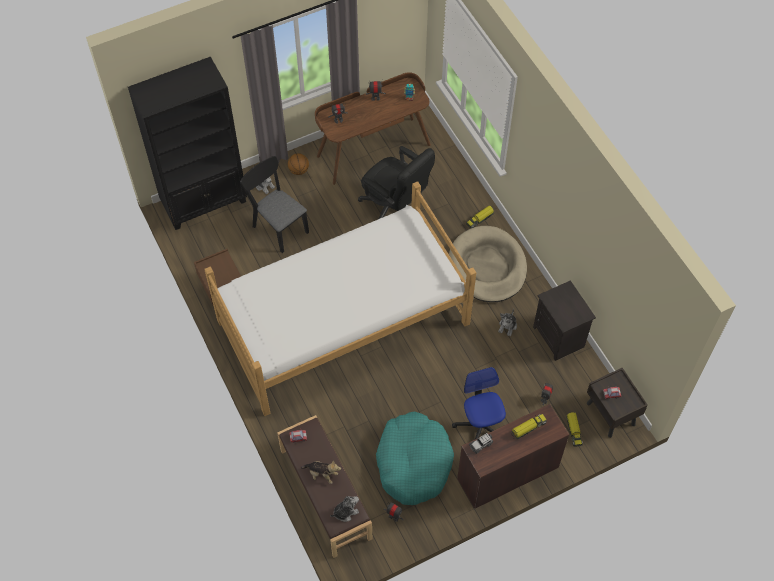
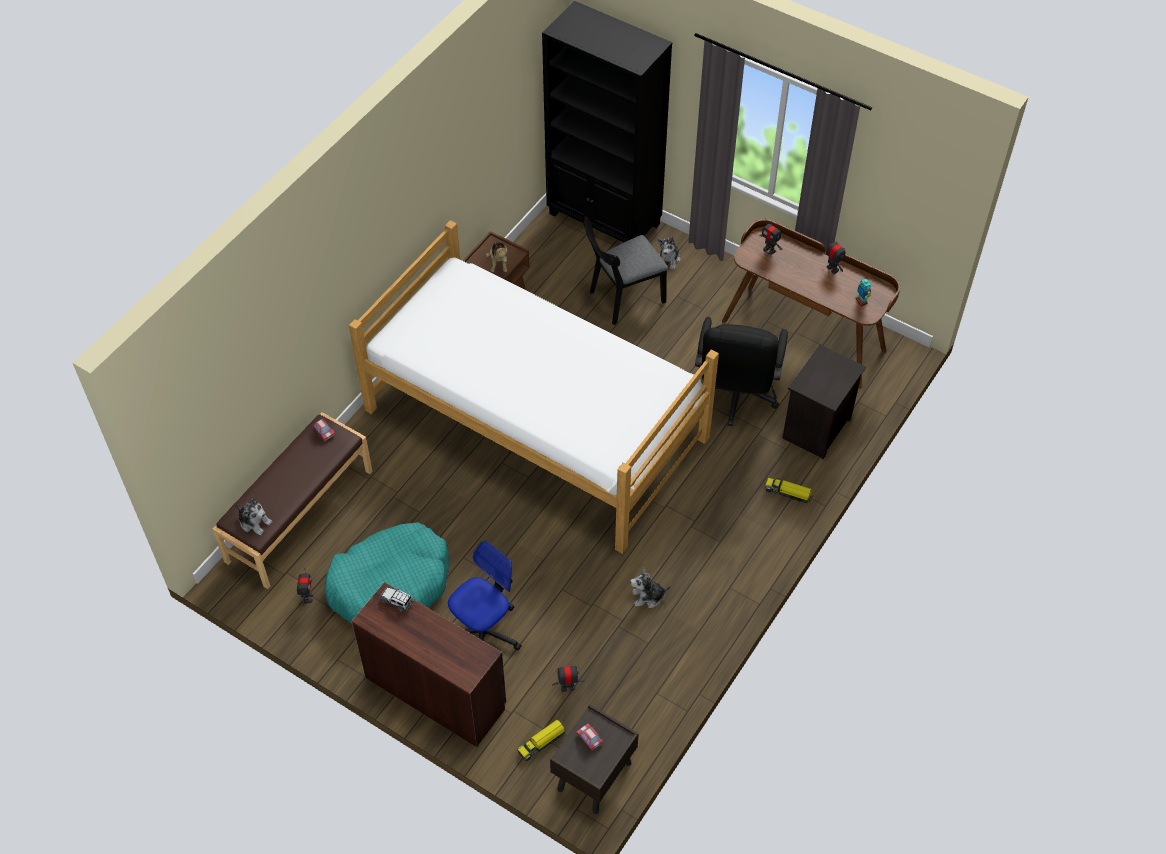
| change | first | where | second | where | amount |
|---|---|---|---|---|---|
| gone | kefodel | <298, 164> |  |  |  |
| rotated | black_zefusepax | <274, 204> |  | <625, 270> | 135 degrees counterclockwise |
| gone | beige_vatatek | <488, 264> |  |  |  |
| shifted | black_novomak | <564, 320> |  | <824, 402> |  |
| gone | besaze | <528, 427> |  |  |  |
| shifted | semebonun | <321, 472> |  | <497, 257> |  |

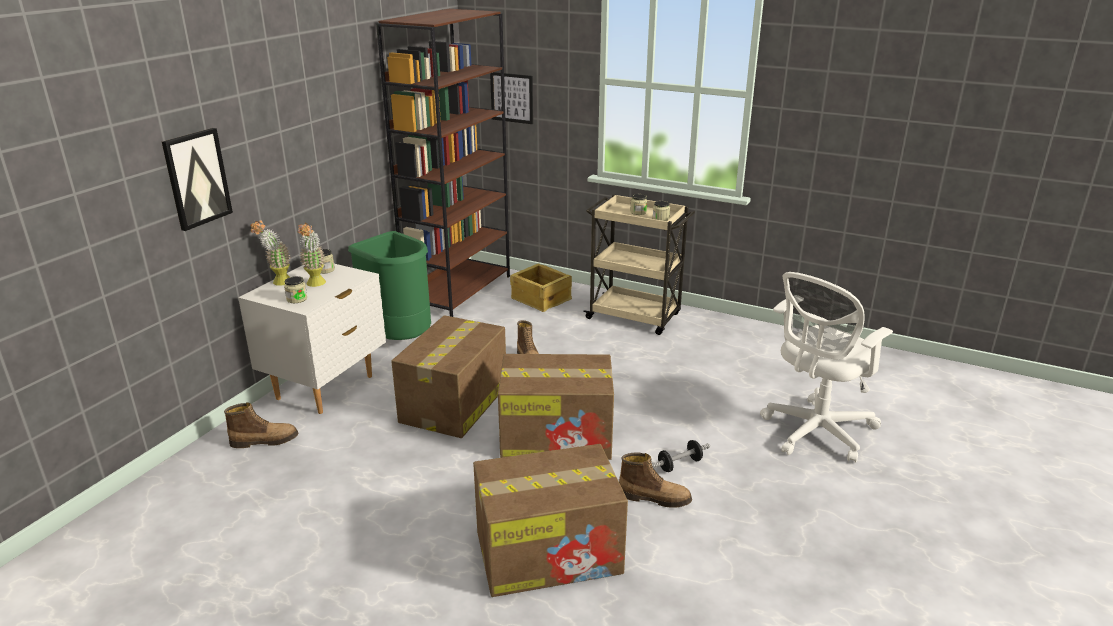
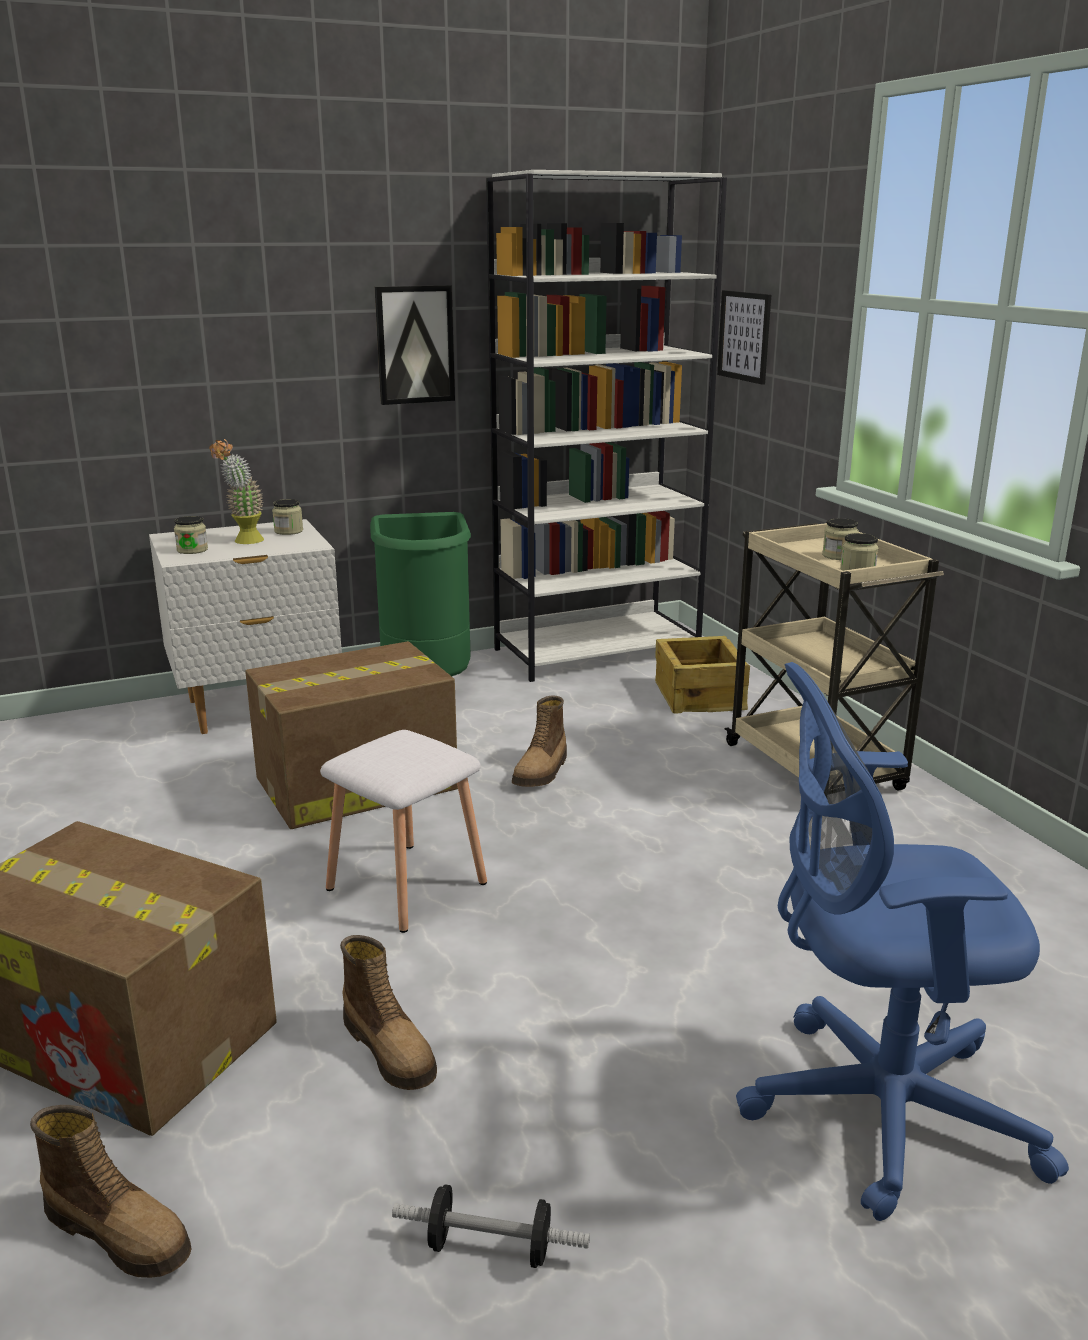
| change | first | where | second | where | amount |
|---|---|---|---|---|---|
| repainted | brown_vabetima | <443, 163> | white_vabetima | <606, 426> |  |
| shifted | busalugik | <197, 179> |  | <415, 345> |  |
| gone | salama | <270, 253> |  |  |  |
| repainted | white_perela | <826, 367> | blue_perela | <902, 941> |  |
| swapped | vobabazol | <556, 407> | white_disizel | <403, 831> |  |
| shifted | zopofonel | <261, 425> |  | <111, 1191> |  |
| shifted | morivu | <681, 456> |  | <491, 1226> |  |

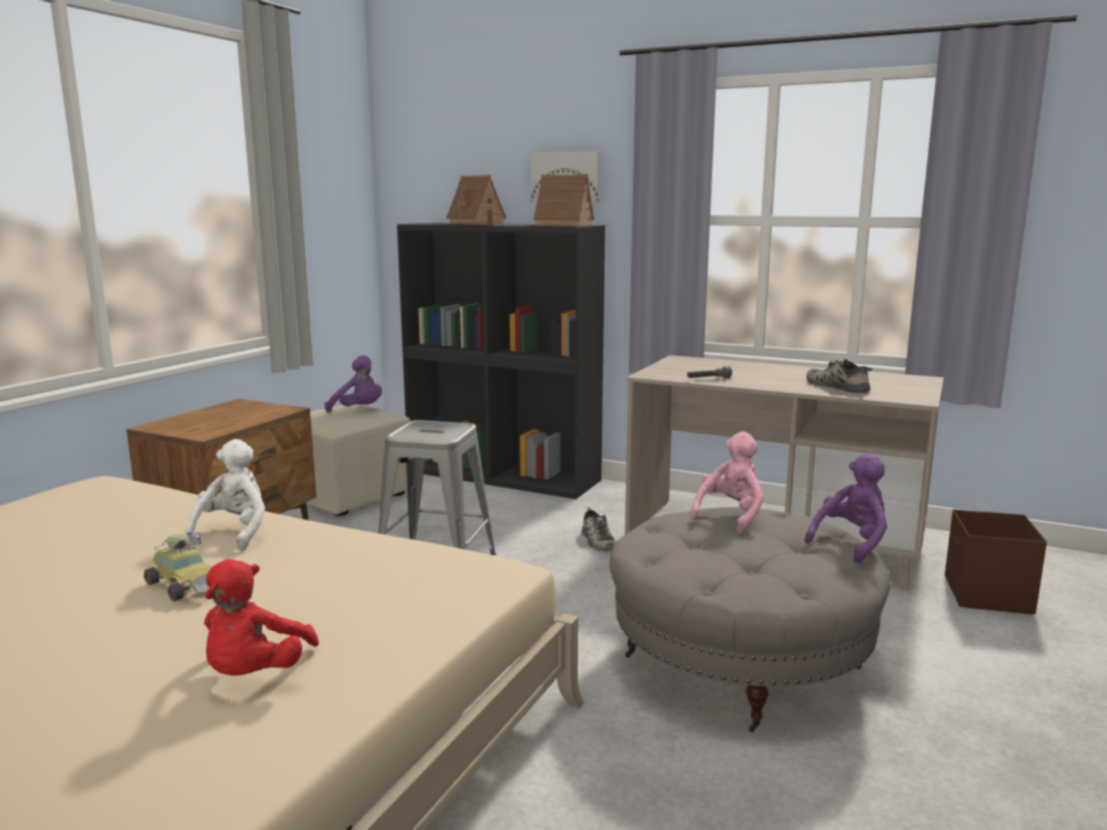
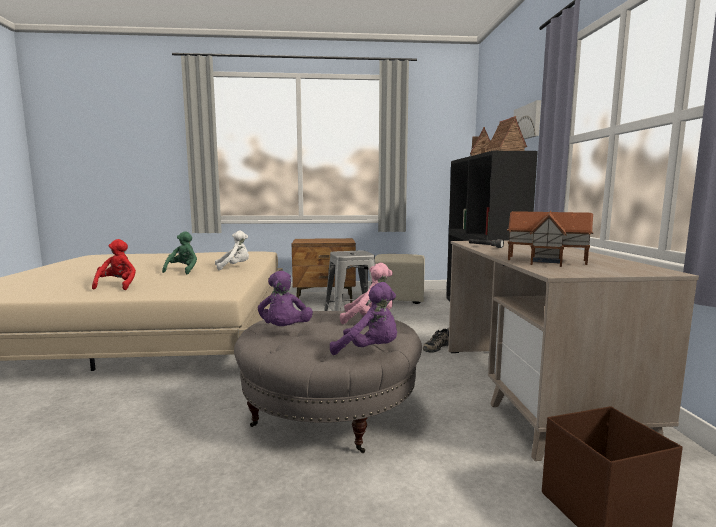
| change | first | where | second | where | amount |
|---|---|---|---|---|---|
| shifted | purple_semebonun | <353, 383> |  | <285, 298> |  |
| swapped | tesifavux | <839, 376> | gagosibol | <550, 239> |  |
| swapped | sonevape | <178, 566> | green_semebonun | <179, 252> |  |
| rotated | red_semebonun | <261, 617> |  | <114, 264> | 105 degrees clockwise |

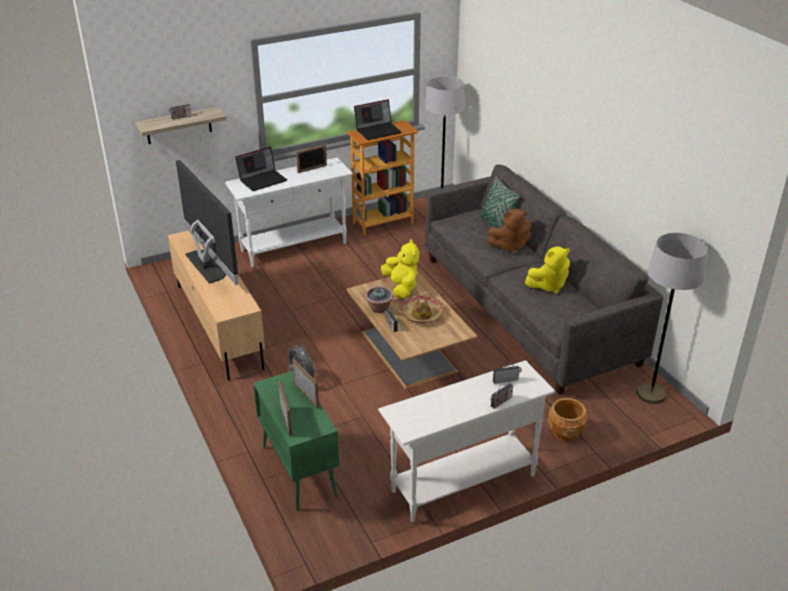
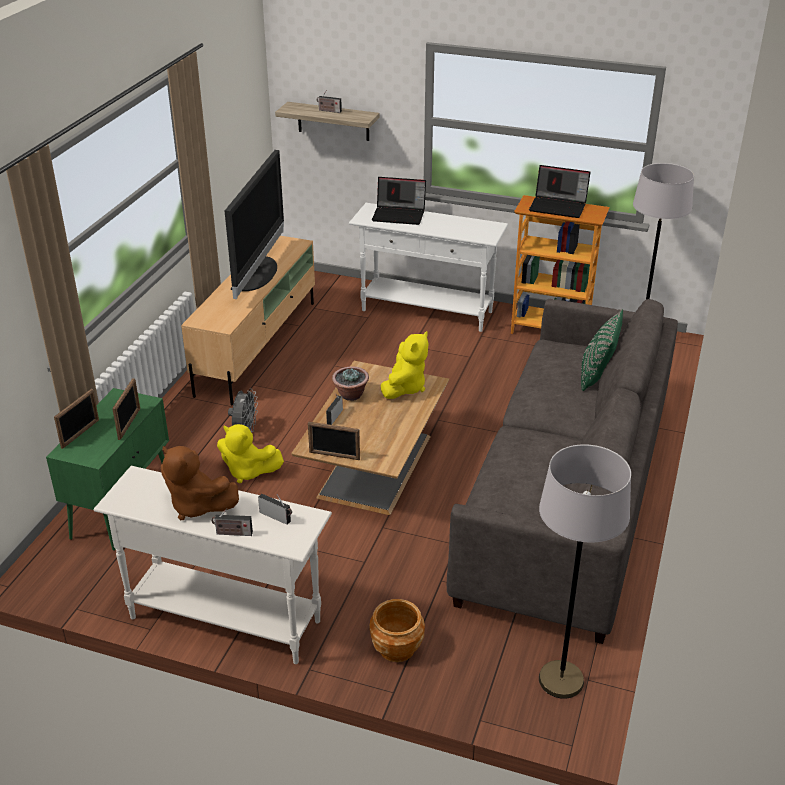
| change | first | where | second | where | amount |
|---|---|---|---|---|---|
| shifted | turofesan | <311, 158> |  | <334, 440> |  |
| shifted | brown_semebonun | <509, 231> |  | <200, 483> |  |
| shifted | yellow_semebonun | <547, 270> |  | <250, 453> |  |
| gone | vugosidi | <421, 309> |  |  |  |

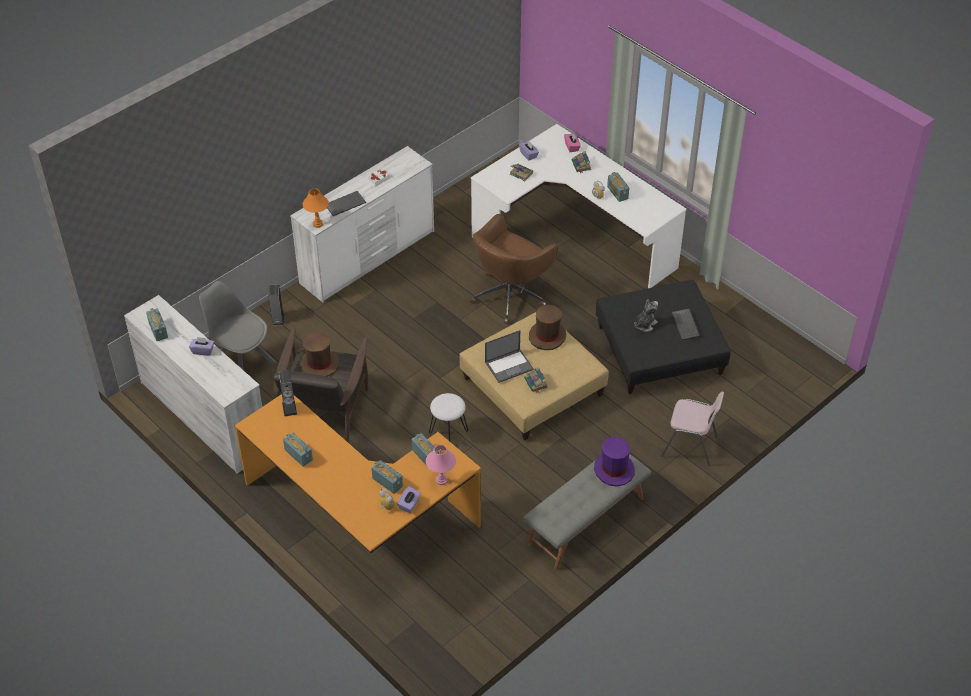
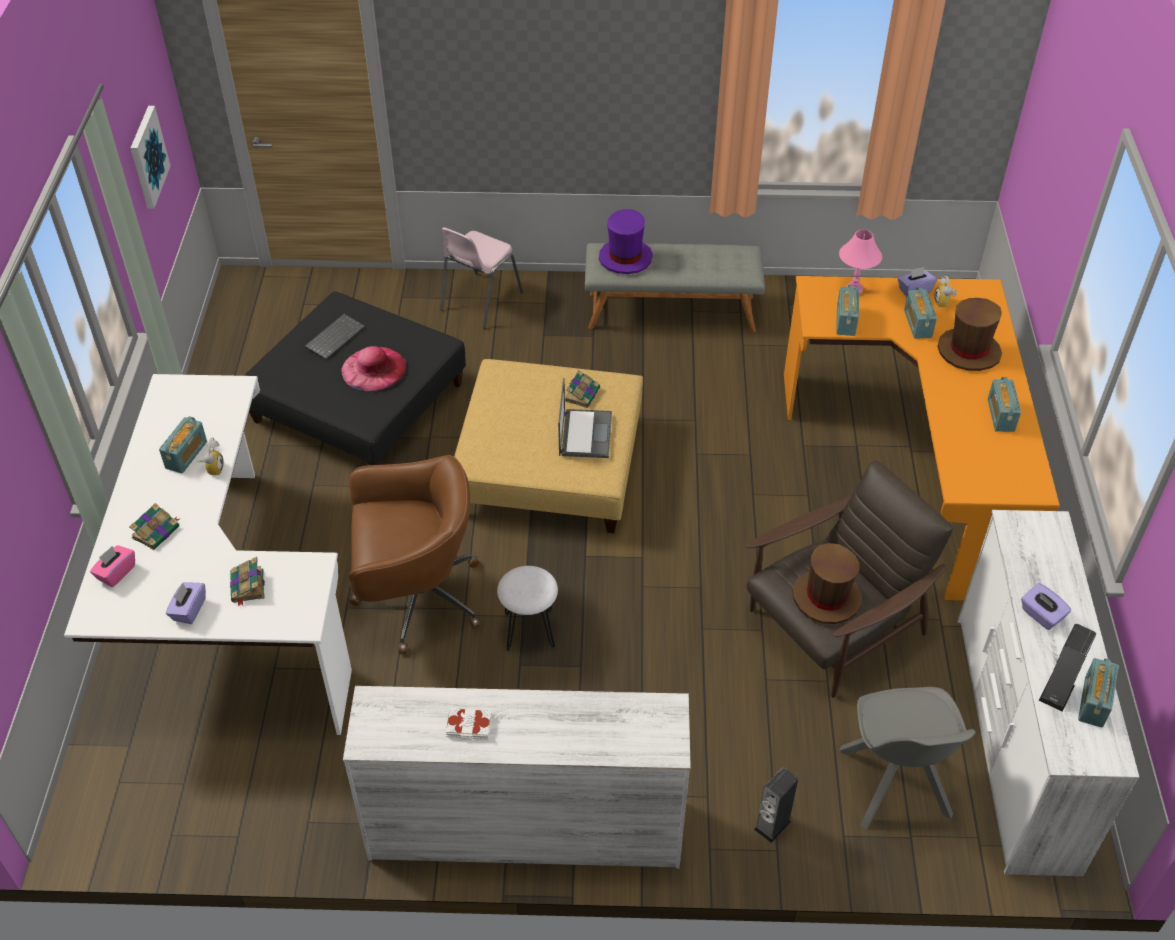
| change | first | where | second | where | amount |
|---|---|---|---|---|---|
| gone | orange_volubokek | <316, 208> |  |  |  |
| gone | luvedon | <346, 203> |  |  |  |
| swapped | semebonun | <646, 315> | pink_vugosidi | <374, 369> |  |
| shifted | brown_vugosidi | <547, 327> |  | <969, 334> |  |
| rotated | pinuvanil | <509, 356> |  | <585, 418> | 75 degrees clockwise |
| shifted | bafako | <288, 393> |  | <1067, 667> |  |
| rotated | pink_zefusepax | <692, 429> |  | <481, 278> | 120 degrees counterclockwise |
| shifted | white_disizel | <448, 417> |  | <527, 609> |  |
| new |  |  | busalugik | <150, 157> |  |

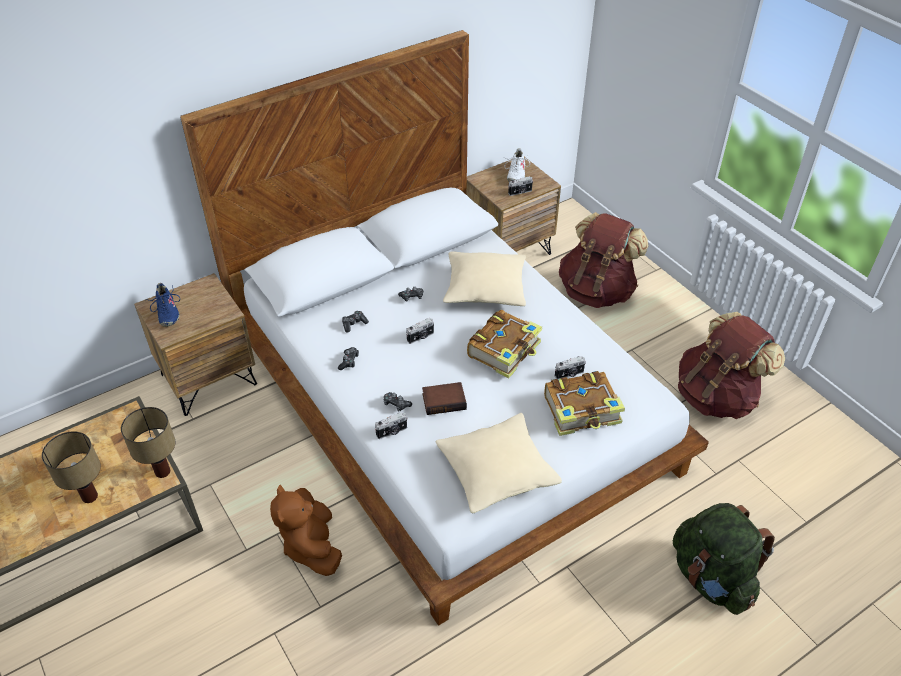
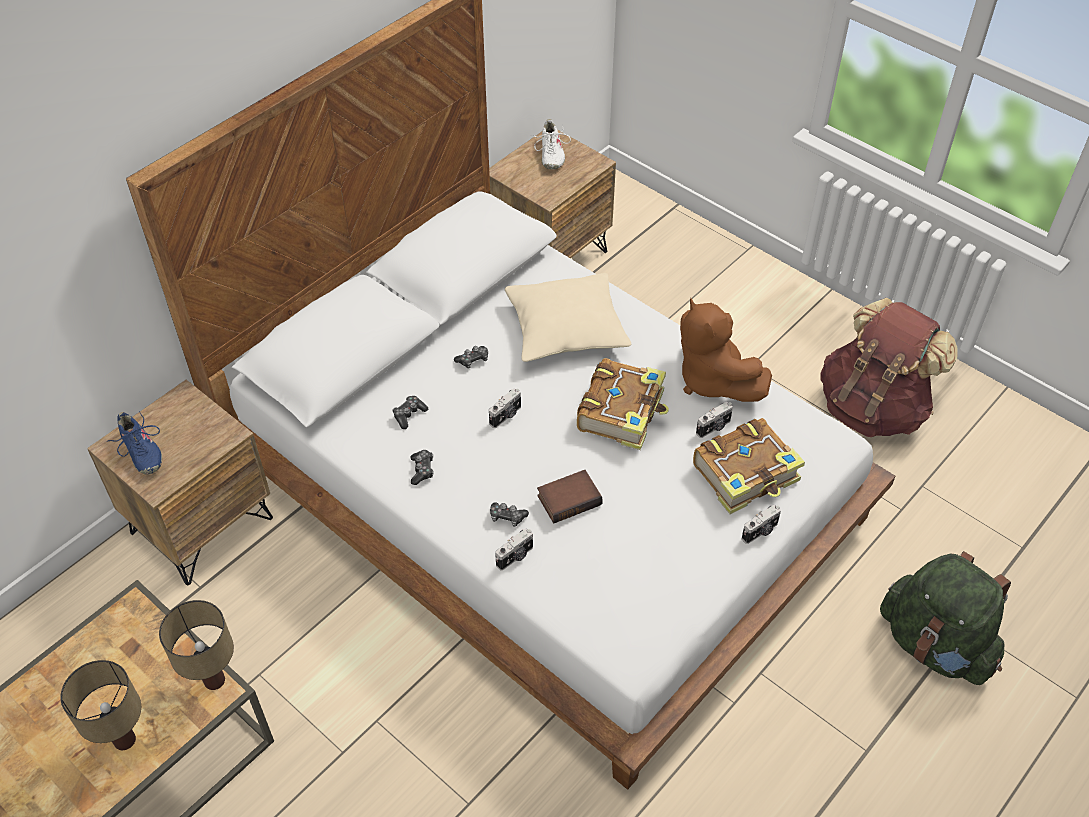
| change | first | where | second | where | amount |
|---|---|---|---|---|---|
| shifted | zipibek | <520, 186> |  | <761, 524> |  |
| gone | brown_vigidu | <603, 260> |  |  |  |
| gone | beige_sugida | <499, 463> |  |  |  |
| shifted | brown_semebonun | <306, 530> |  | <726, 350> |  |

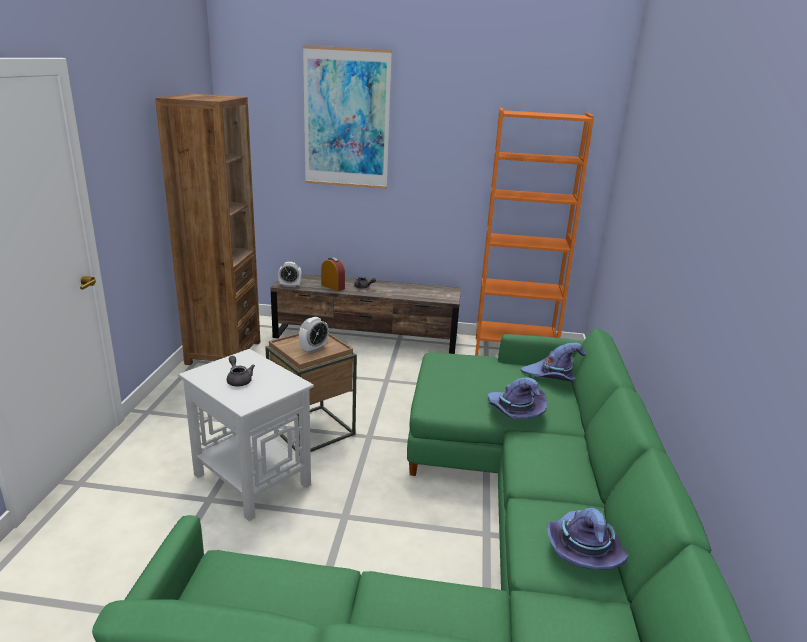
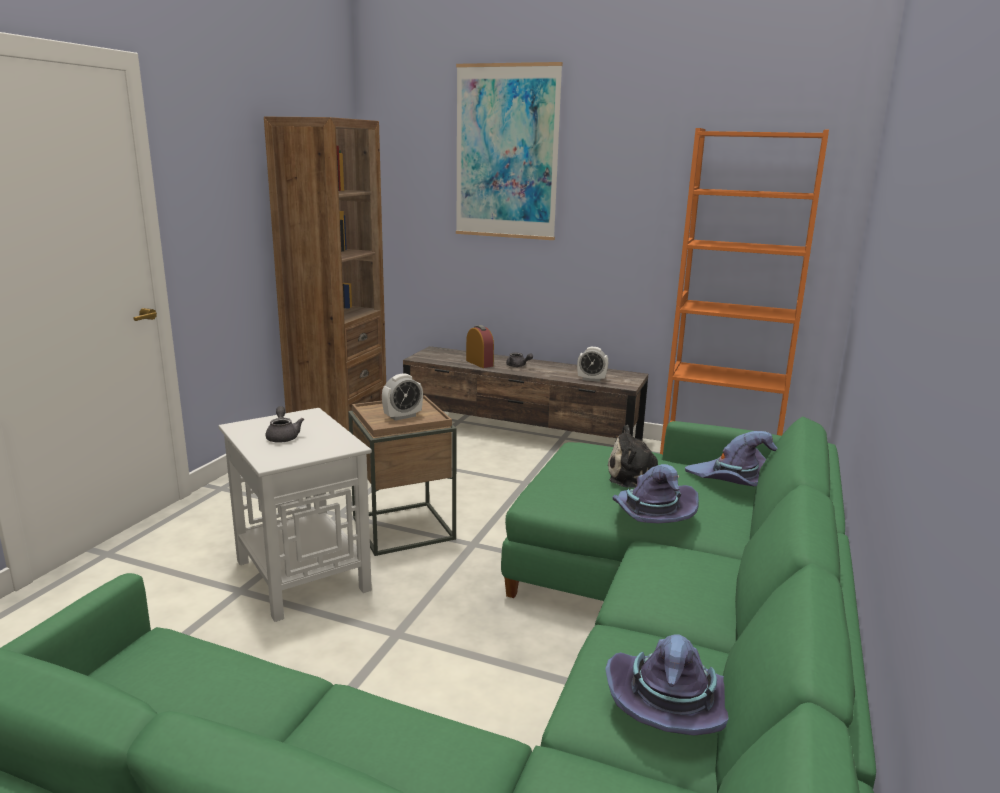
| change | first | where | second | where | amount |
|---|---|---|---|---|---|
| shifted | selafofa | <290, 274> |  | <592, 364> |  |
| new |  |  | semebonun | <643, 456> |  |

